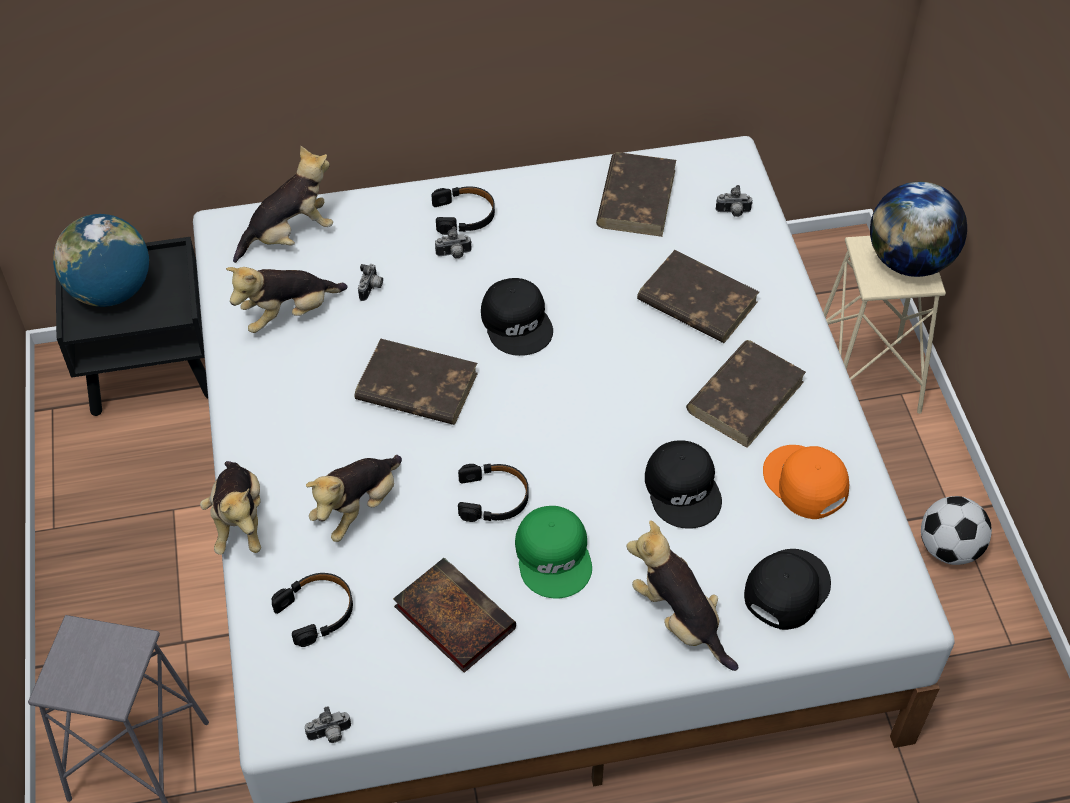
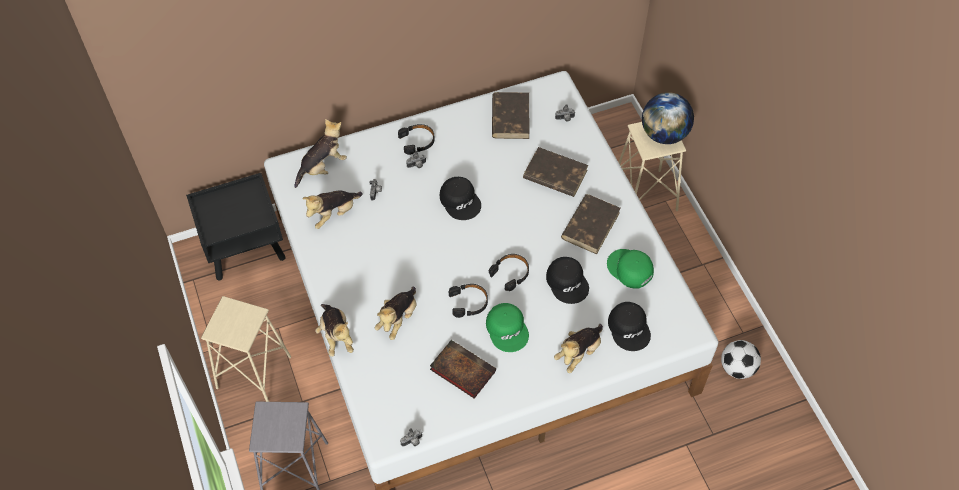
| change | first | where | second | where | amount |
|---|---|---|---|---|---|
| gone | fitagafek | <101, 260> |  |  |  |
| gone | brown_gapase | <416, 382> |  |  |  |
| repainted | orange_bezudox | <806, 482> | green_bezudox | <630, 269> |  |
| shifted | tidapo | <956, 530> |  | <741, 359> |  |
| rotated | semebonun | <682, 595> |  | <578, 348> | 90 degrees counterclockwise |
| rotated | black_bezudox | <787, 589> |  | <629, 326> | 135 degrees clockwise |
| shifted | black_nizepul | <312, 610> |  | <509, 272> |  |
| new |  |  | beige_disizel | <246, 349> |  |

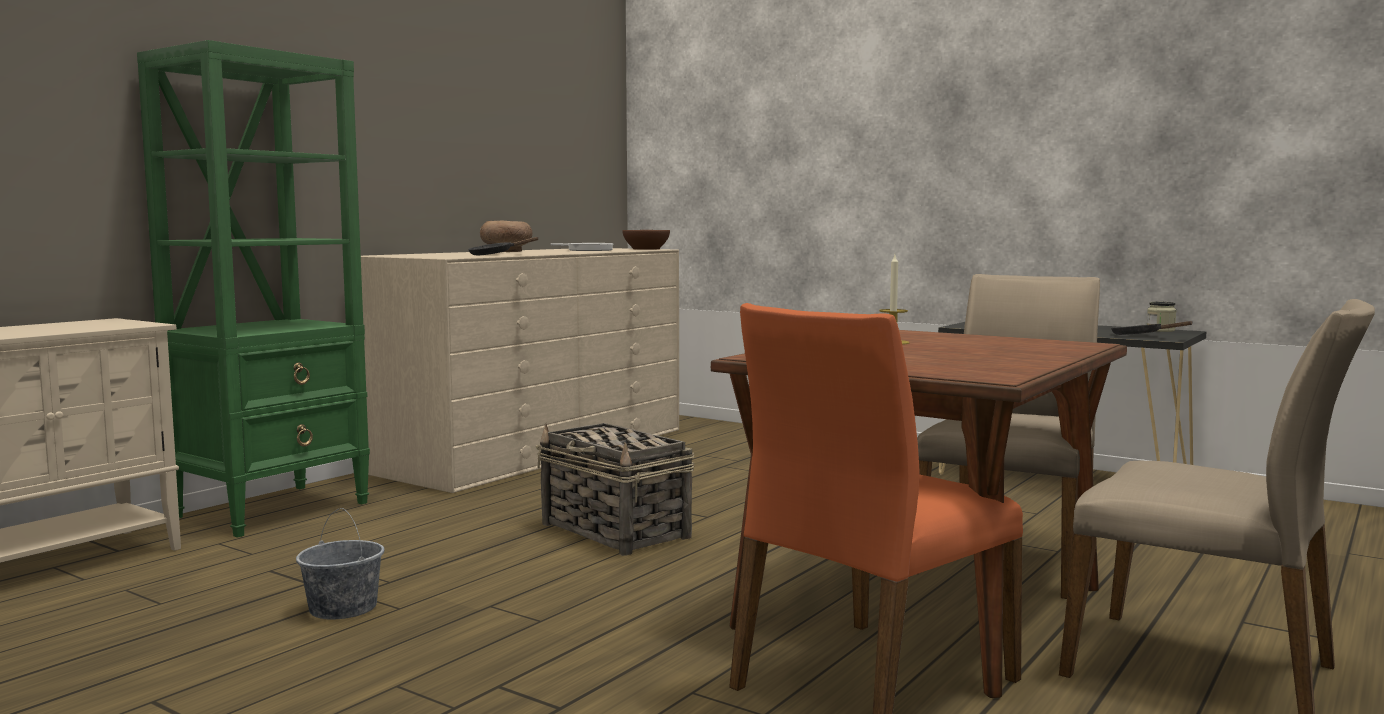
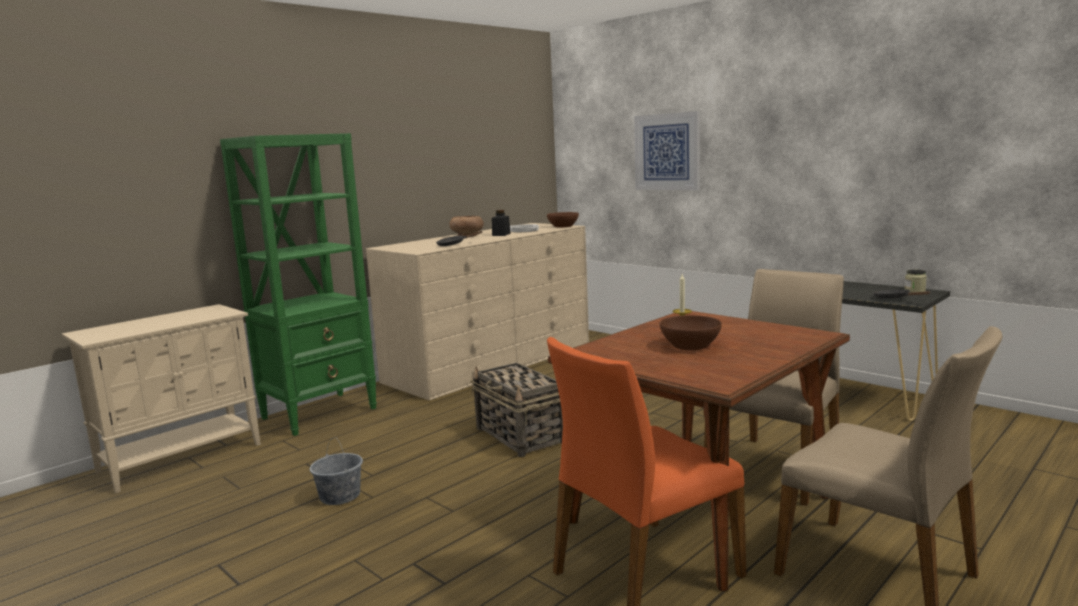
| change | first | where | second | where | amount |
|---|---|---|---|---|---|
| new |  |  | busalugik | <667, 150> |  |
| new |  |  | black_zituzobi | <501, 223> |  |
| new |  |  | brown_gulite | <691, 332> |  |

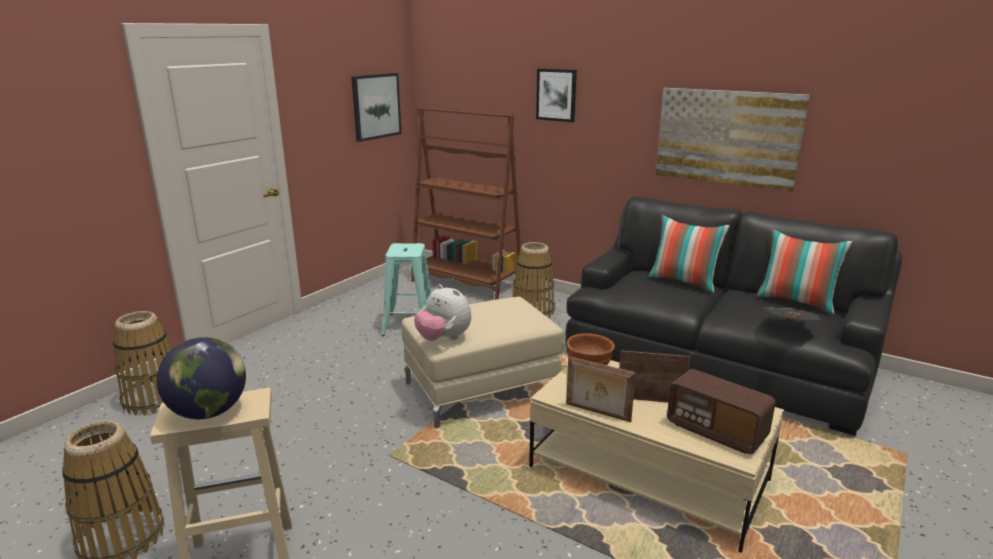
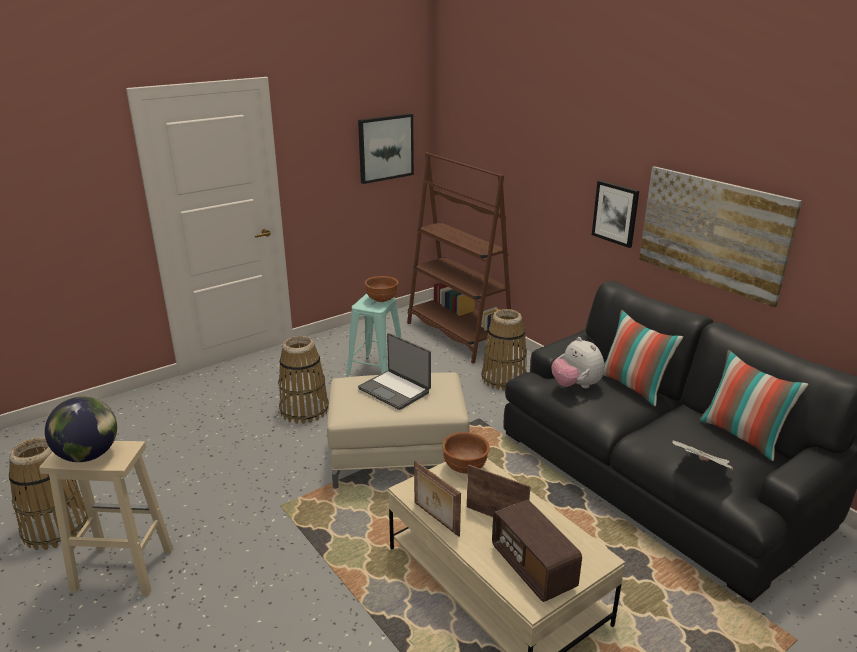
| change | first | where | second | where | amount |
|---|---|---|---|---|---|
| shifted | busalugik | <556, 95> |  | <615, 214> |  |
| shifted | semebonun | <442, 312> |  | <578, 362> |  |
| shifted | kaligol | <142, 363> |  | <303, 380> |  |
| new |  |  | brown_gulite | <382, 289> |  |
| new |  |  | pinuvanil | <394, 371> |  |

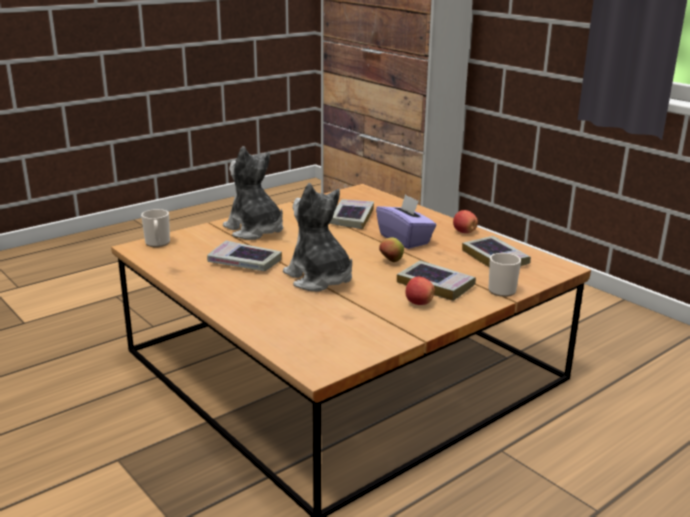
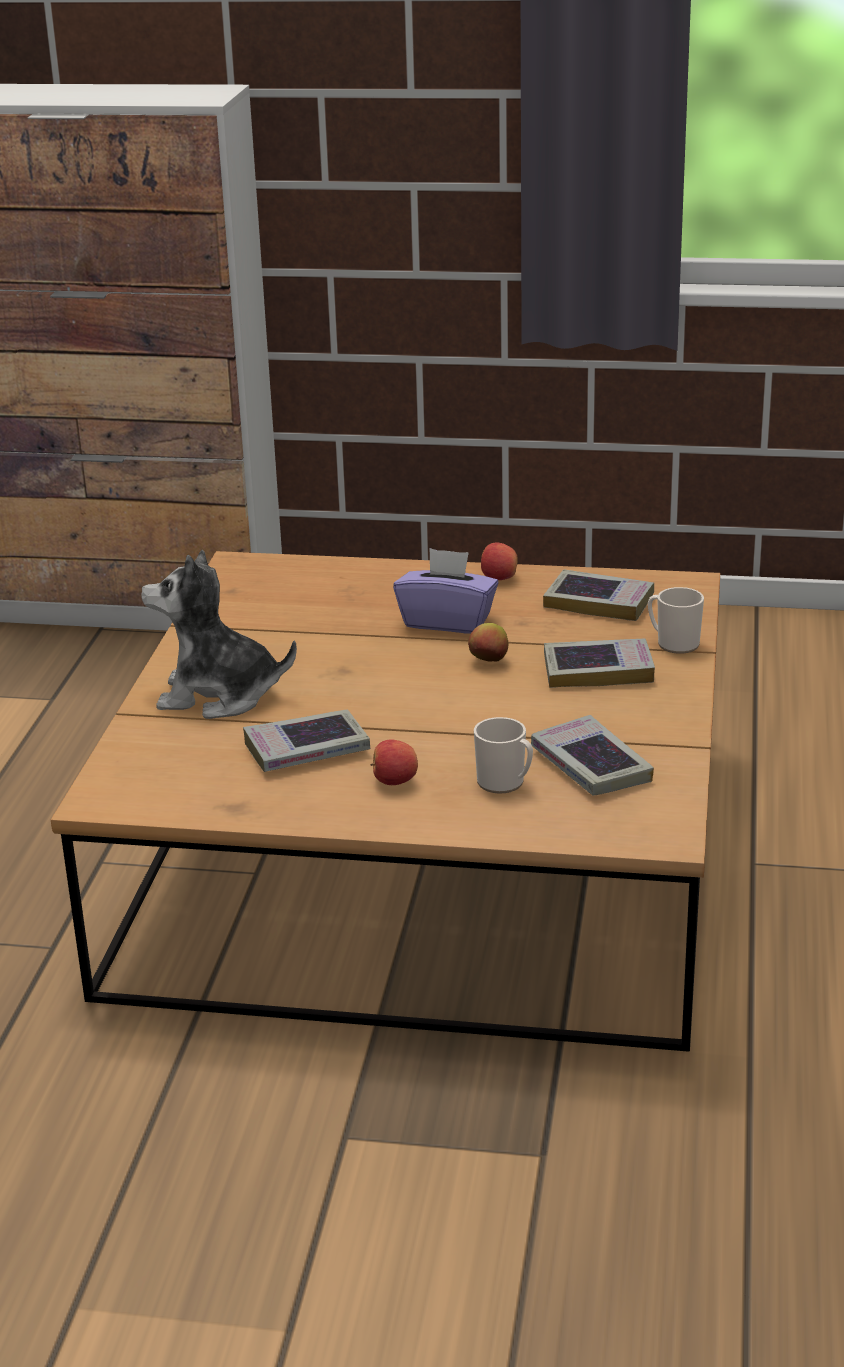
| change | first | where | second | where | amount |
|---|---|---|---|---|---|
| gone | semebonun | <317, 237> |  |  |  |
| shifted | gapase | <352, 214> |  | <592, 755> |  |
| shifted | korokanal | <155, 228> |  | <503, 755> |  |
| shifted | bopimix | <420, 291> |  | <394, 762> |  |

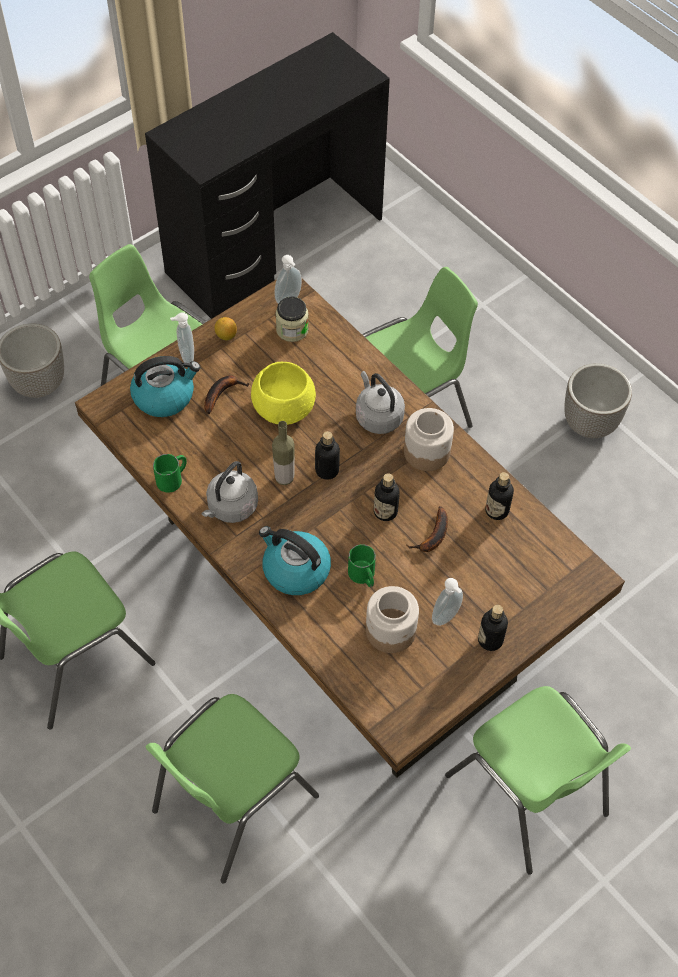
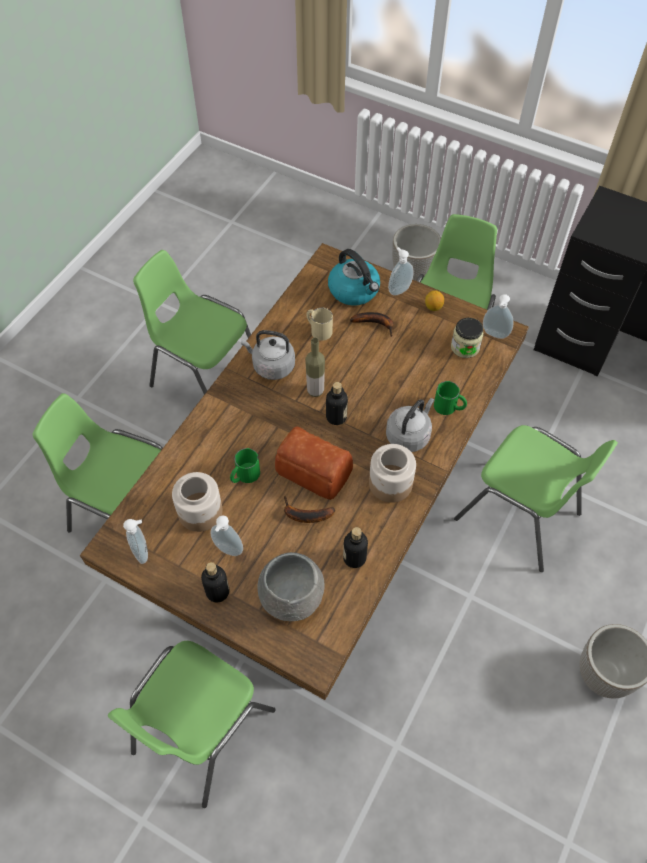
| change | first | where | second | where | amount |
|---|---|---|---|---|---|
| gone | yellow_gulite | <283, 393> |  |  |  |
| shifted | green_korokanal | <170, 473> |  | <450, 398> |  |
| swapped | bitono | <387, 497> | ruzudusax | <314, 463> |  |
| gone | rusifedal | <295, 560> |  |  |  |
| new |  |  | beige_korokanal | <319, 324> |  |
| new |  |  | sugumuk | <135, 541> |  |
| new |  |  | grey_gulite | <291, 586> |  |

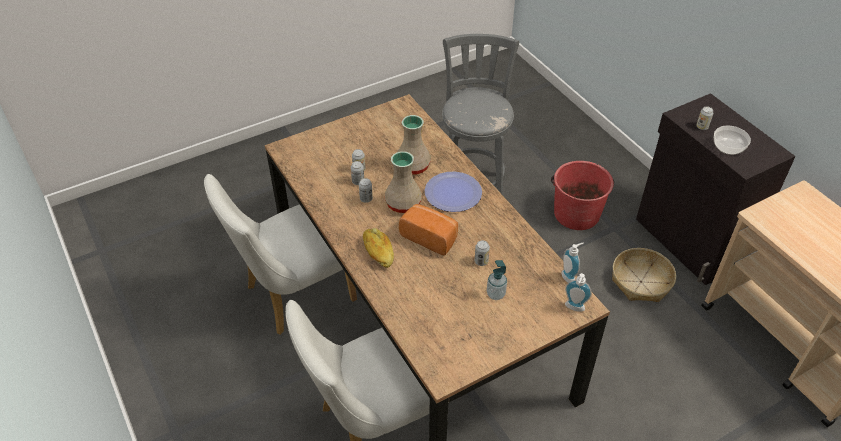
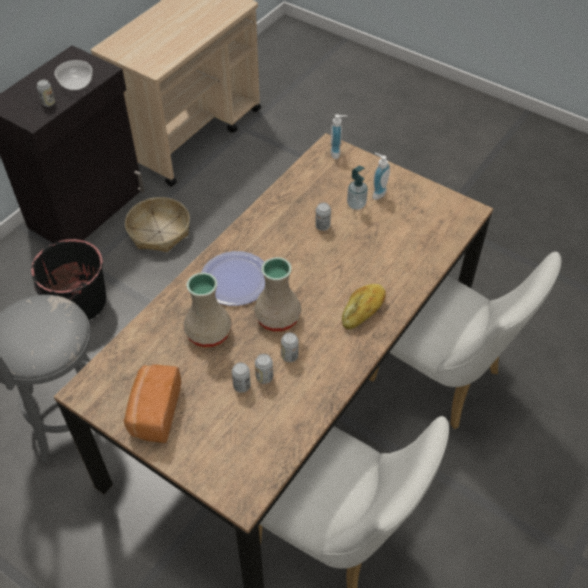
| change | first | where | second | where | amount |
|---|---|---|---|---|---|
| repainted | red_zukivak | <583, 195> | black_zukivak | <68, 279> |  |
| shifted | ruzudusax | <428, 229> |  | <152, 403> |  |
| shifted | sugumuk | <572, 263> |  | <381, 176> |  |

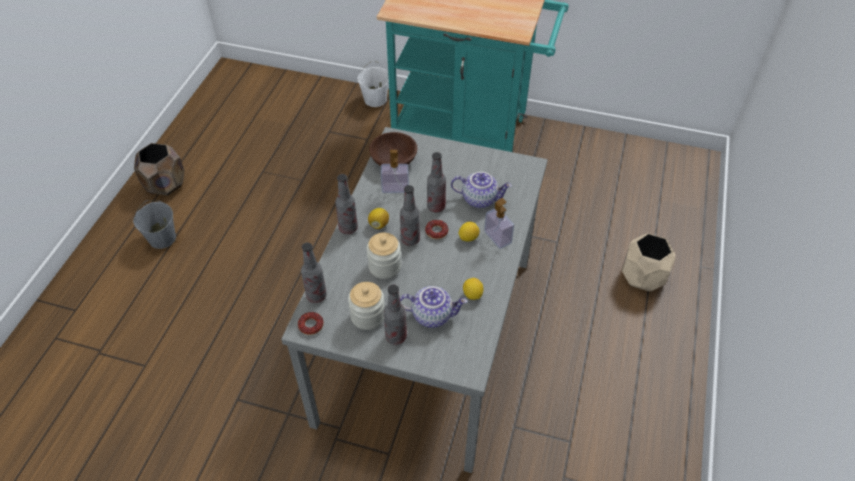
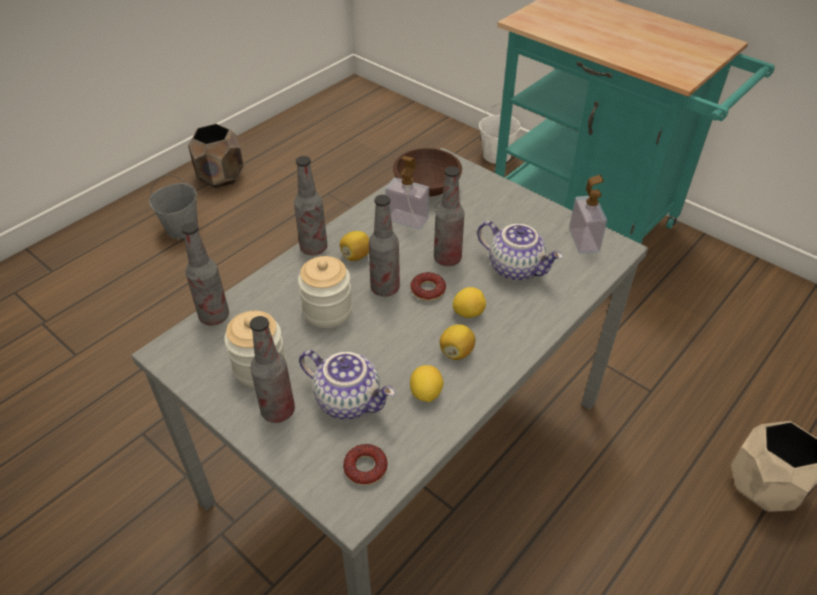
| change | first | where | second | where | amount |
|---|---|---|---|---|---|
| shifted | sugumuk | <499, 223> |  | <588, 214> |  |
| shifted | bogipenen | <311, 323> |  | <365, 464> |  |
| new |  |  | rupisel | <457, 342> |  |

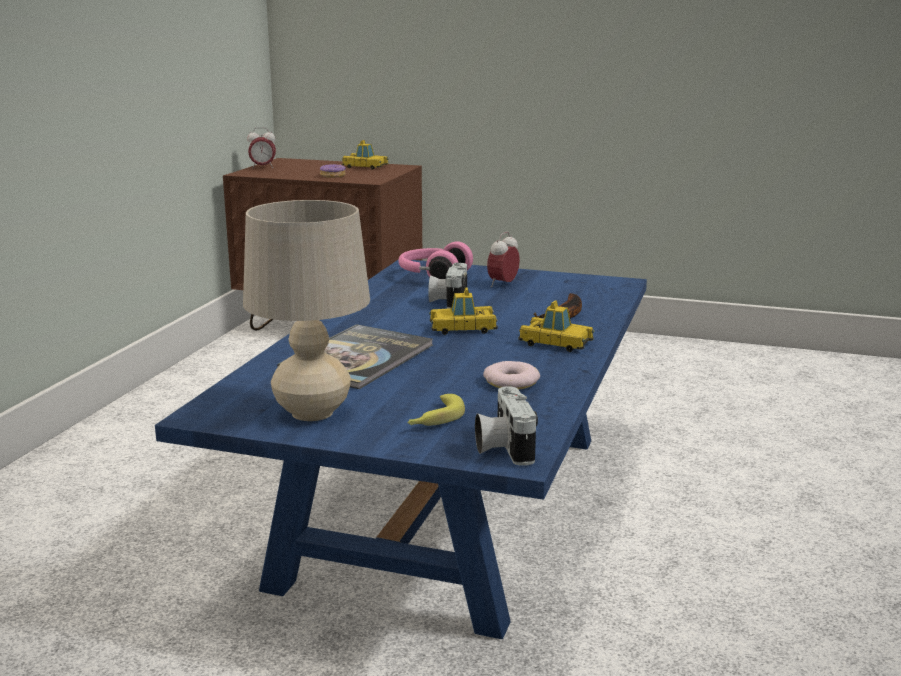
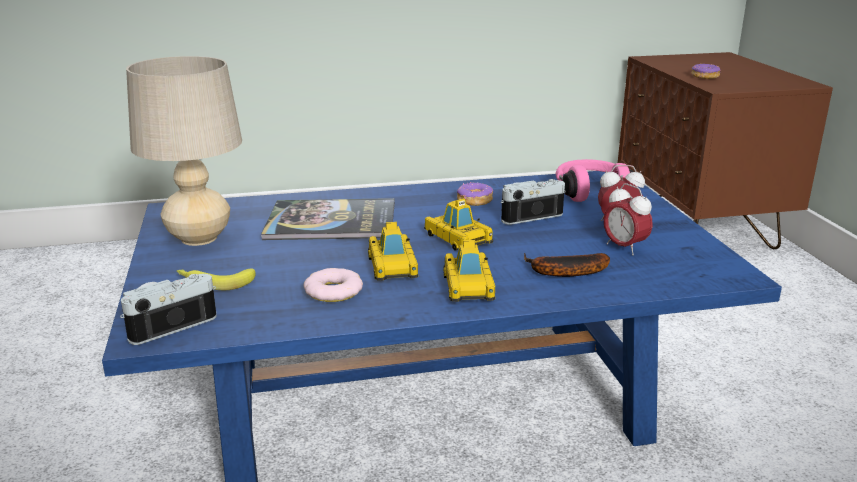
| change | first | where | second | where | amount |
|---|---|---|---|---|---|
| shifted | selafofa | <261, 147> |  | <628, 219> |  |
| shifted | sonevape | <365, 155> |  | <393, 251> |  |
| new |  |  | bogipenen | <475, 194> |  |

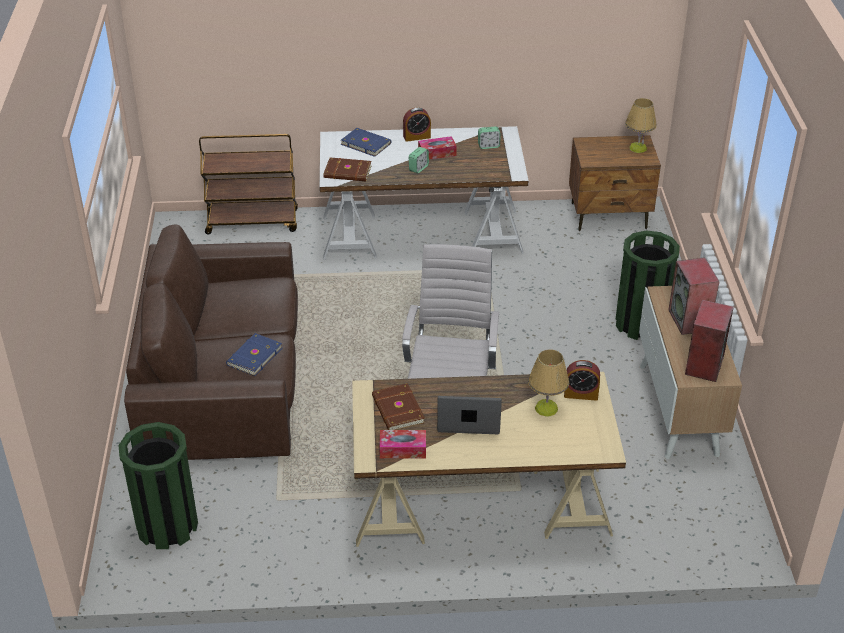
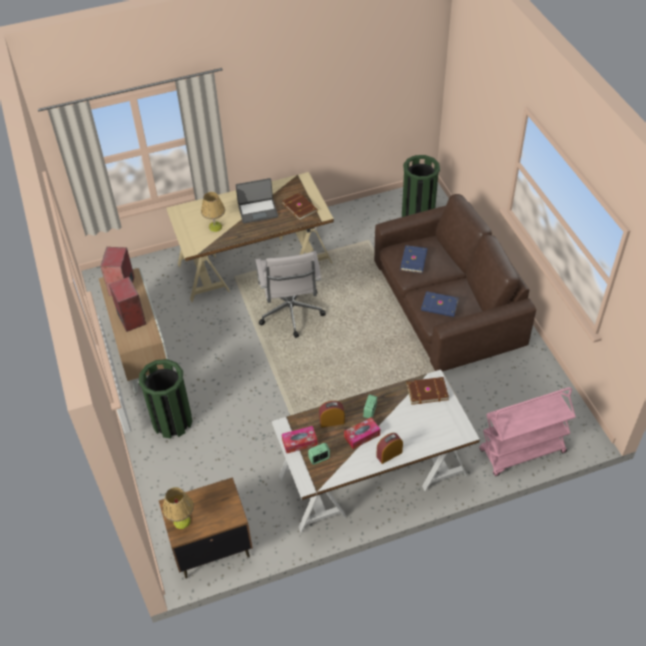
| change | first | where | second | where | amount |
|---|---|---|---|---|---|
| shifted | blue_gapase | <366, 142> |  | <440, 304> |  |
| repainted | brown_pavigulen | <248, 184> | pink_pavigulen | <527, 431> |  |
| shifted | selafofa | <582, 380> |  | <332, 414> |  |
| shifted | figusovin | <402, 444> |  | <300, 439> |  |

